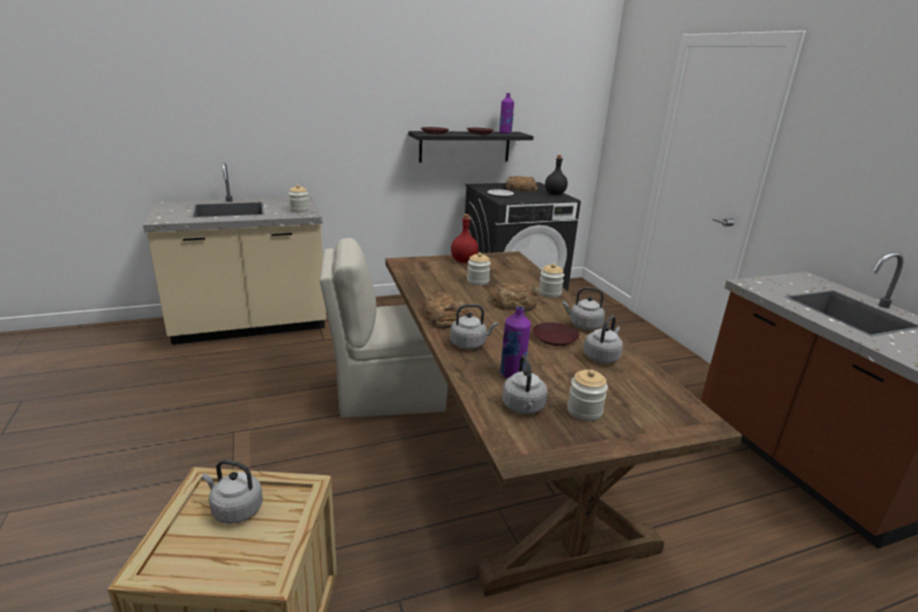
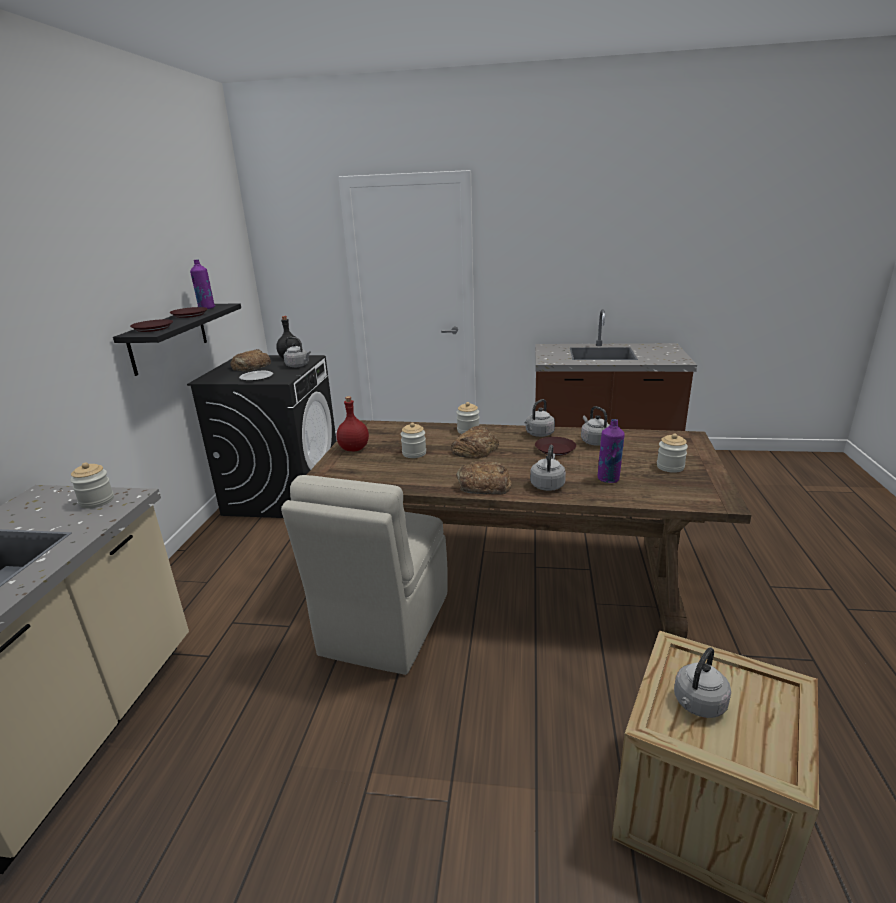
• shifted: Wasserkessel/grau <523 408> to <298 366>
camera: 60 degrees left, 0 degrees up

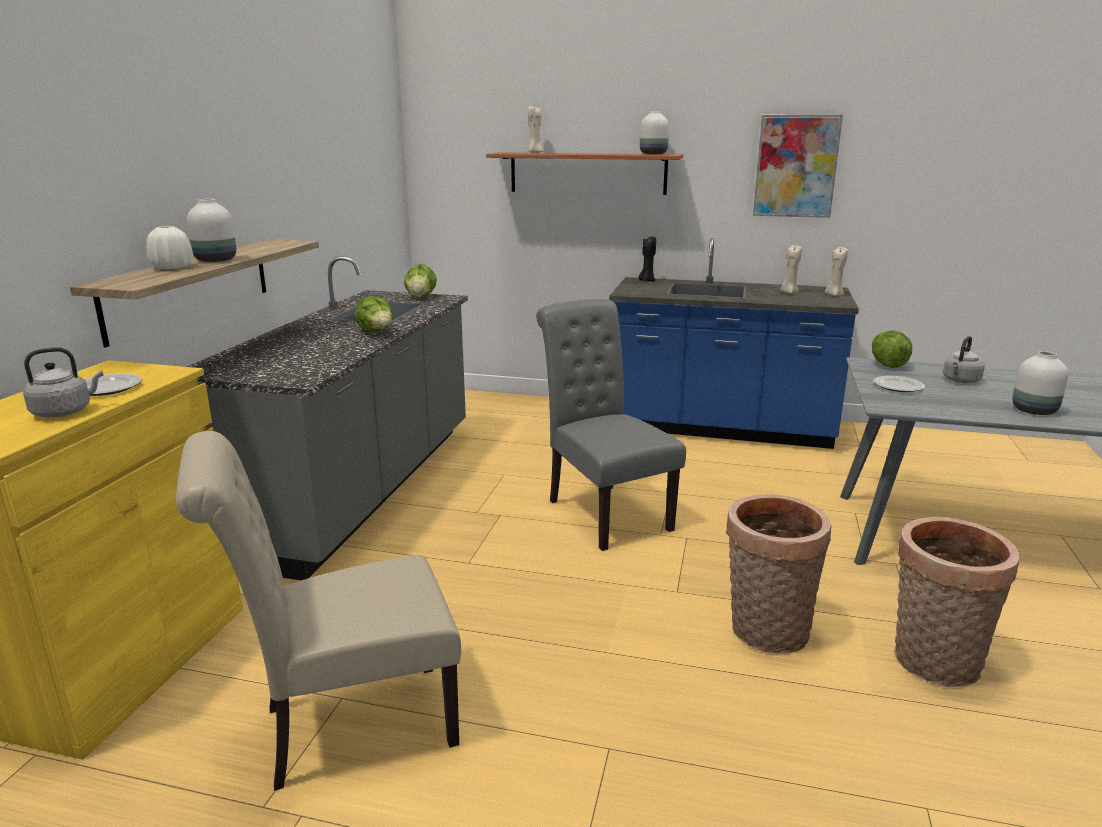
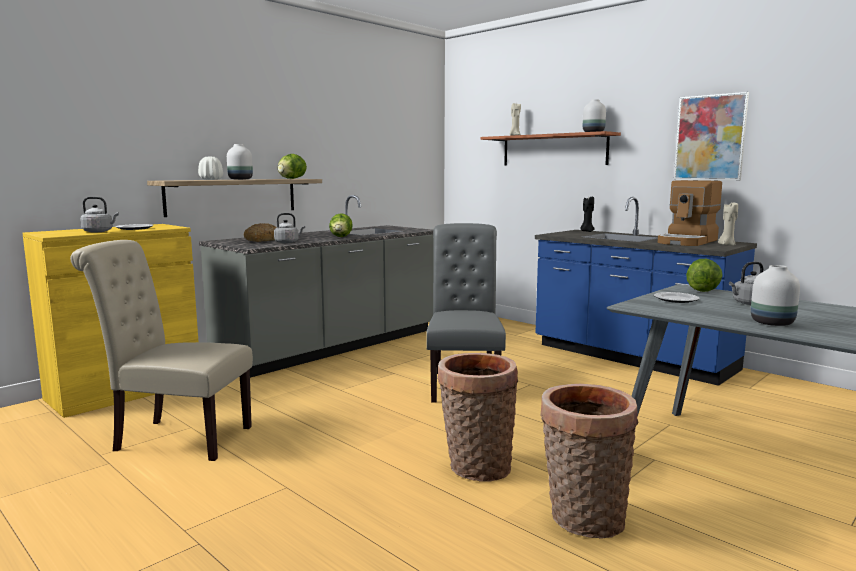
• swapped: Kerze/beige <789 292> to Kaffeemaschine <688 241>
• shifted: Salatkopf <421 297> to <291 178>
• new: Wasserkessel/grau <288 242>
• new: Brot <263 240>
camera: 30 degrees right, 10 degrees down

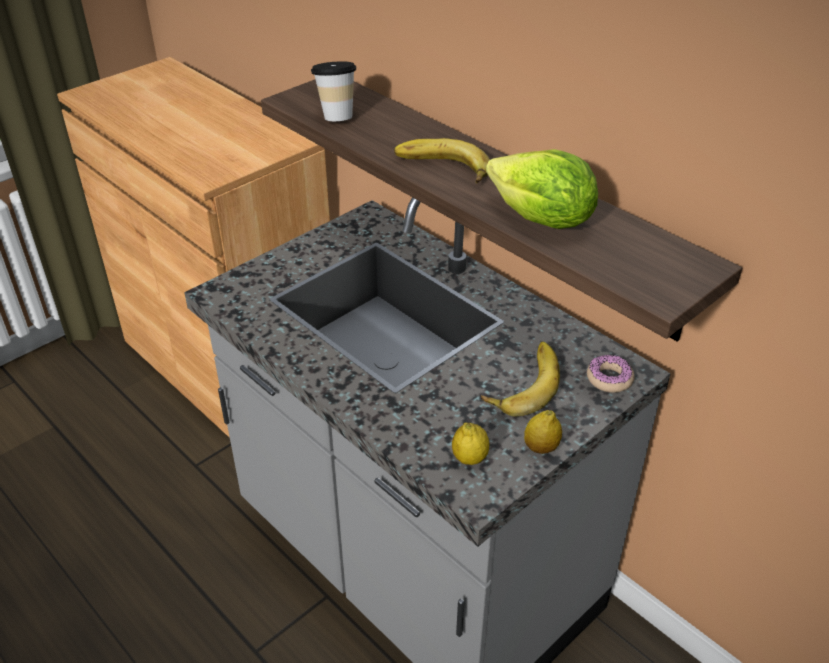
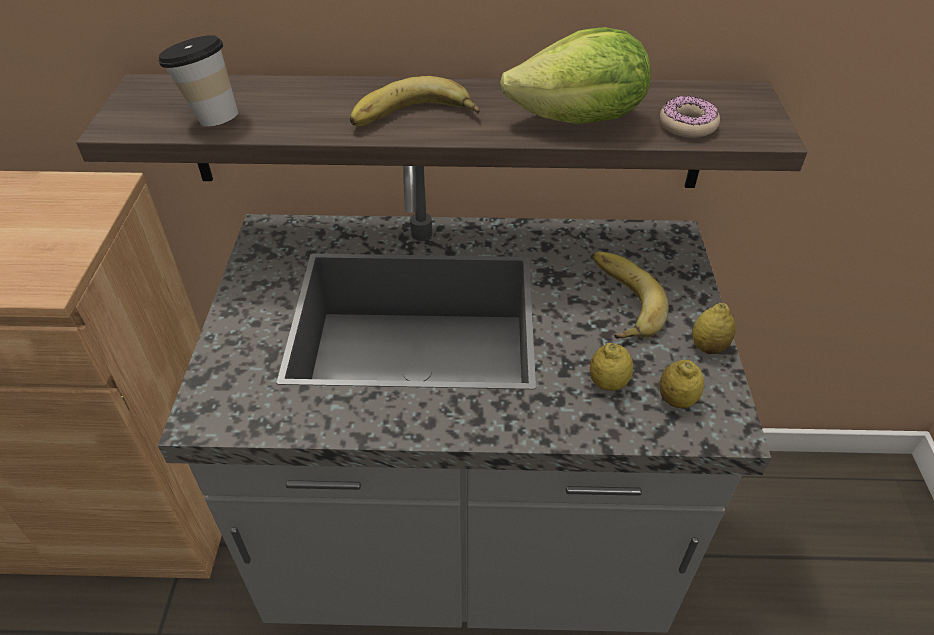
• shifted: Donut <609 379> to <687 125>
• new: Zitrone <608 383>
camera: 45 degrees left, 5 degrees up

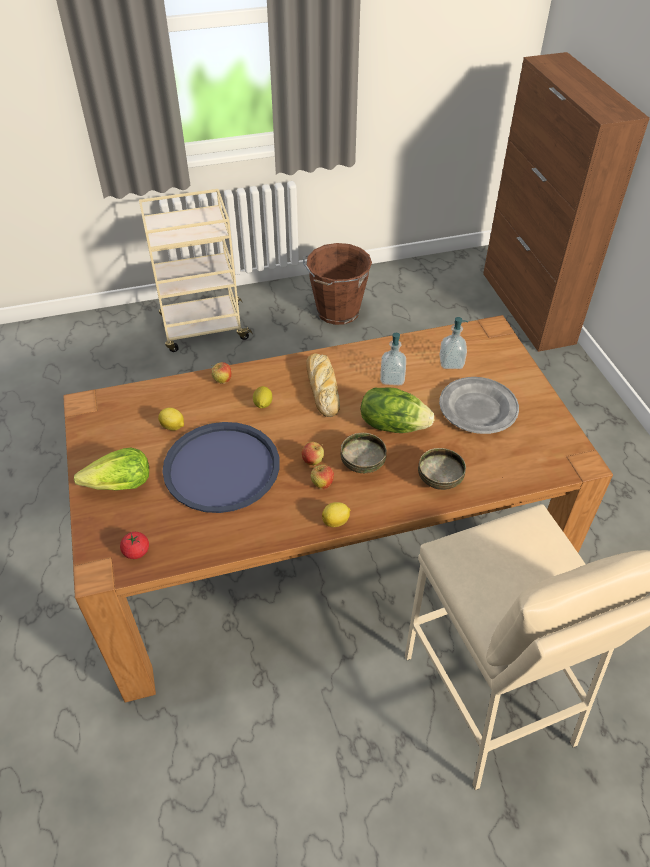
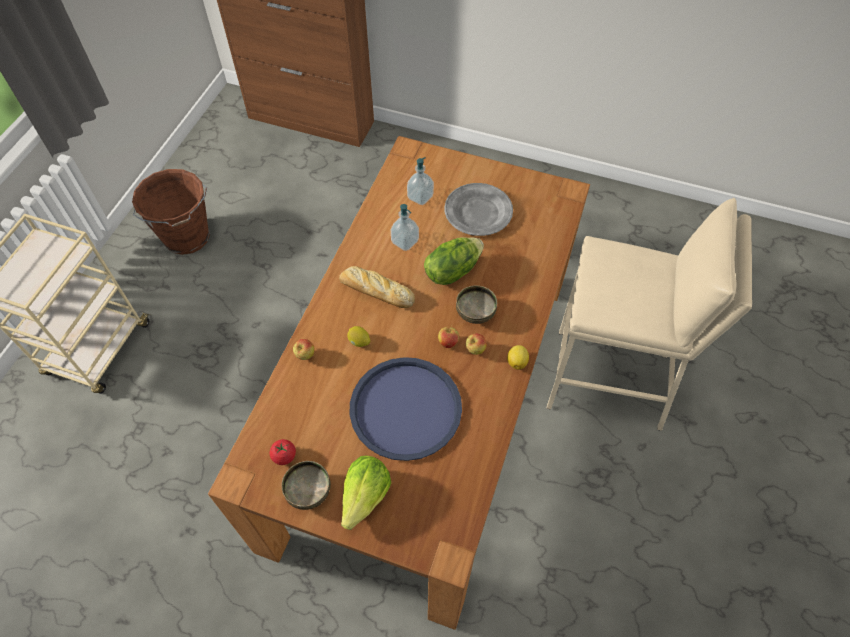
• gone: Zitrone <173 427>
• shifted: Schüssel <439 480> to <308 492>
• shifted: Tomate <136 551> to <284 456>
camera: 55 degrees left, 10 degrees up

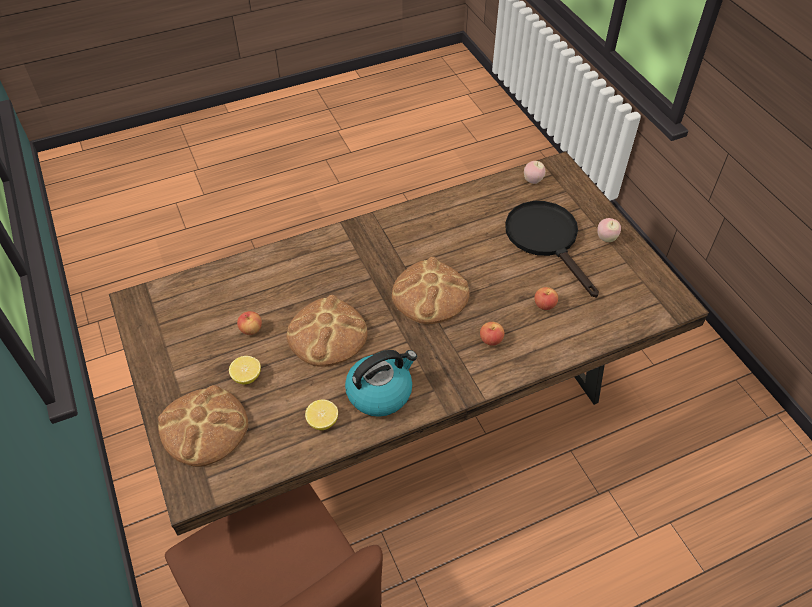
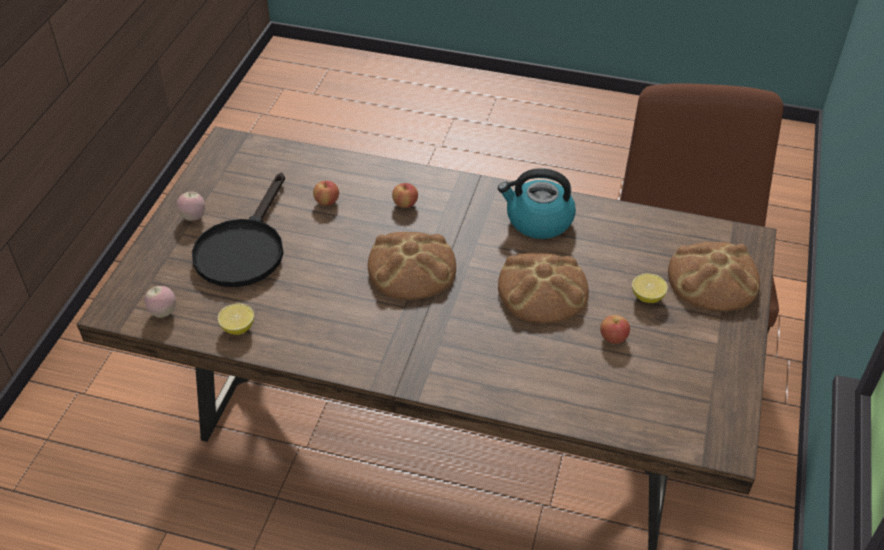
• shifted: Zitrone <322 421> to <238 328>
camera: 140 degrees left, 5 degrees down

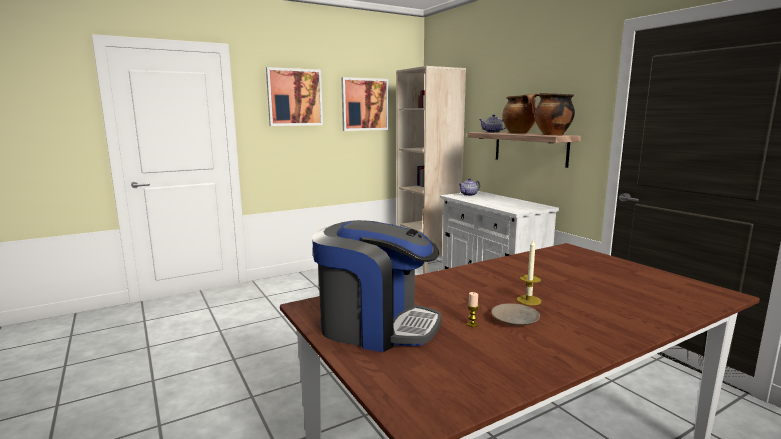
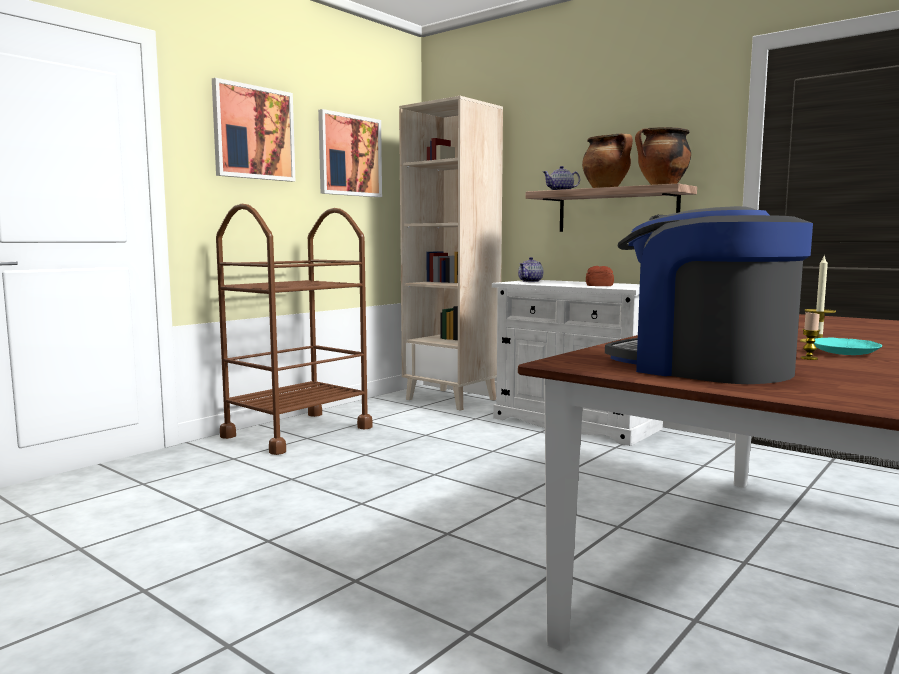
• rotated: Kaffeemaschine <376 326> = <703 367> 135 degrees counterclockwise
• repainted: Teller/beige <515 320> to Teller/türkis <845 353>
• new: Rollwagen/braun <297 432>
• new: Brot <599 285>
camera: 20 degrees left, 5 degrees down

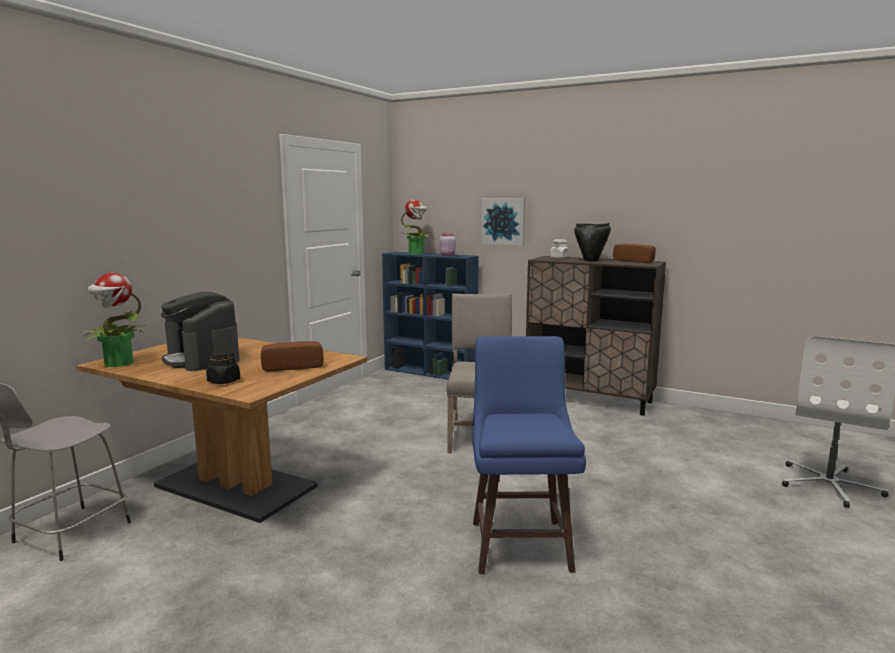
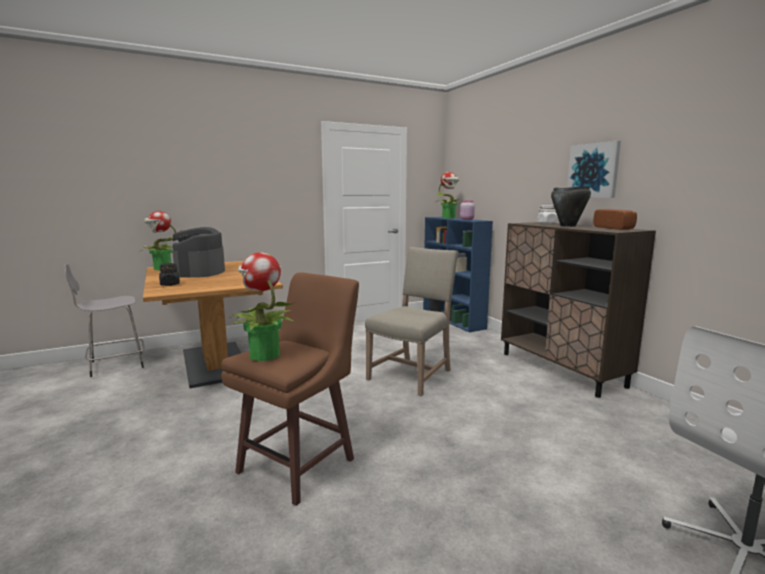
• shifted: Bild <503 221> to <593 170>
• repainted: Hocker/blau <521 543> to Hocker/braun <299 464>
• gone: Brot <292 366>
• new: Topfpflanze <263 355>
camera: 35 degrees right, 0 degrees up

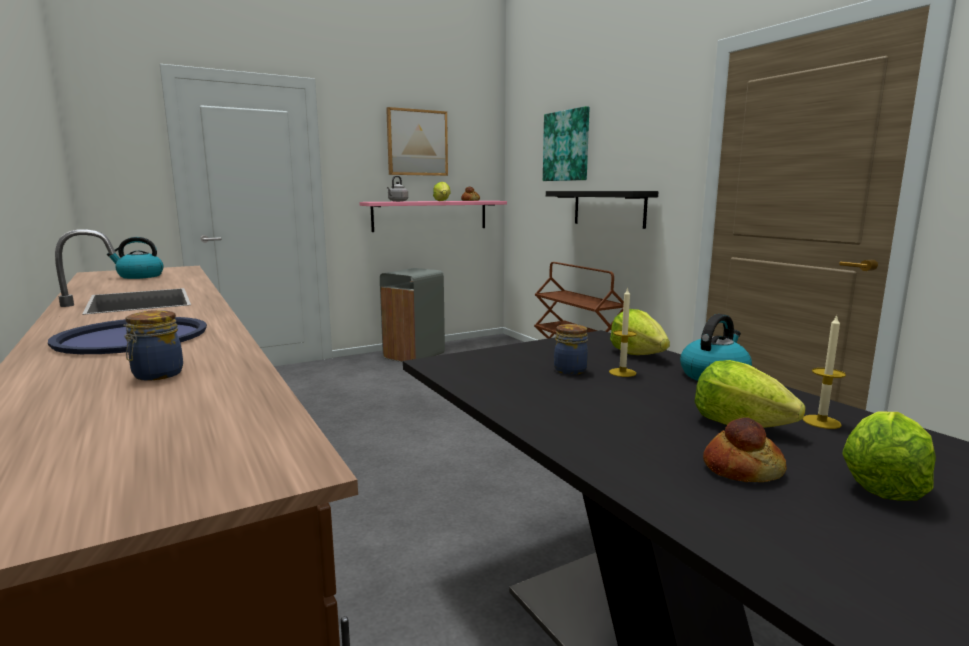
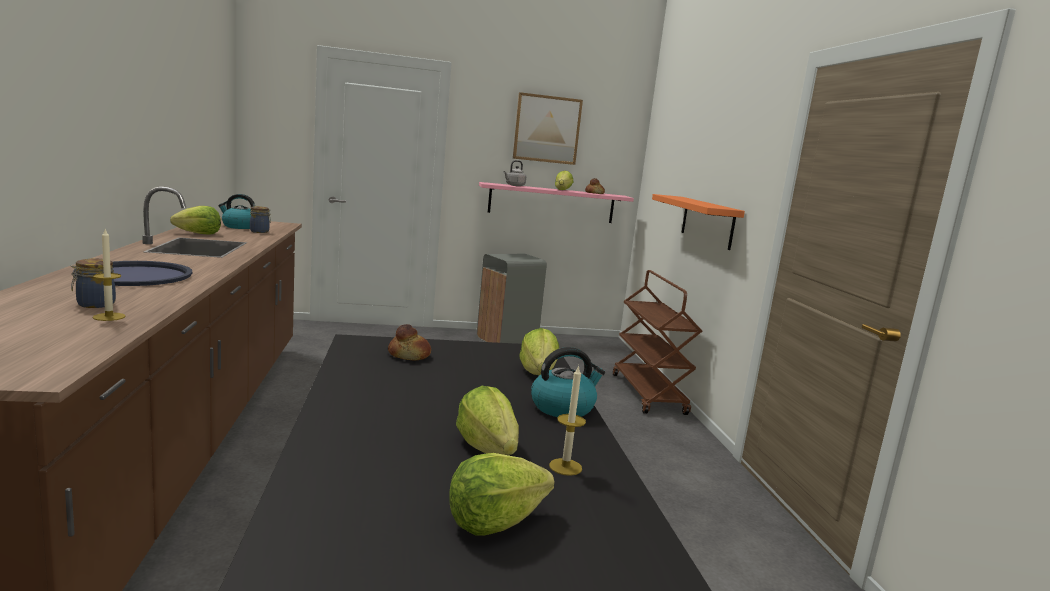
• gone: Bild <566 146>
• repainted: Wandregal/schwarz <608 208> to Wandregal/orange <707 222>
• shifted: Kerze <622 372> to <109 317>
• shifted: Vorratsglas <570 370> to <260 231>
• shifted: Brot <742 469> to <409 355>
• new: Salatkopf <199 234>
camera: 20 degrees right, 0 degrees up

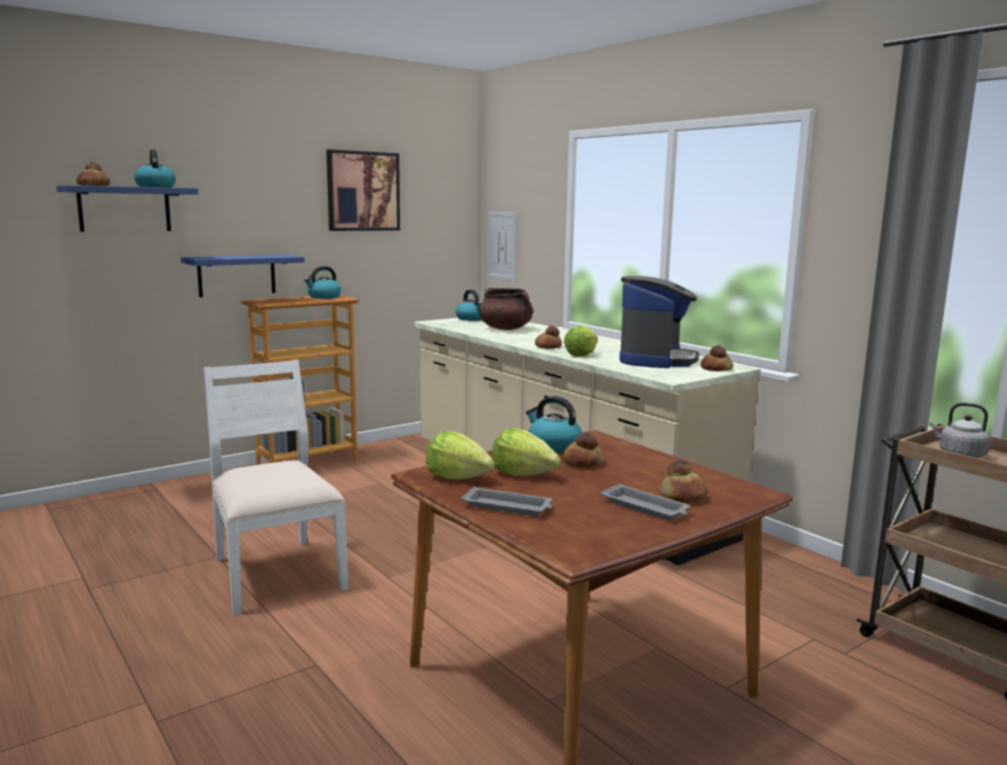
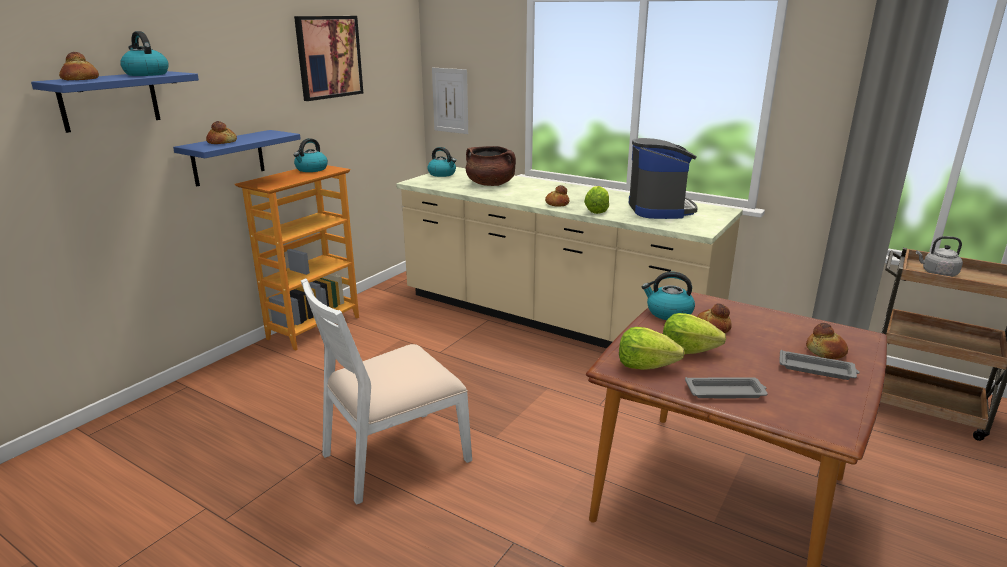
• shifted: Brot <715 369> to <222 142>
• rotated: Stuhl/weiß <276 573> = <394 456> 75 degrees counterclockwise
camera: 20 degrees left, 10 degrees up

